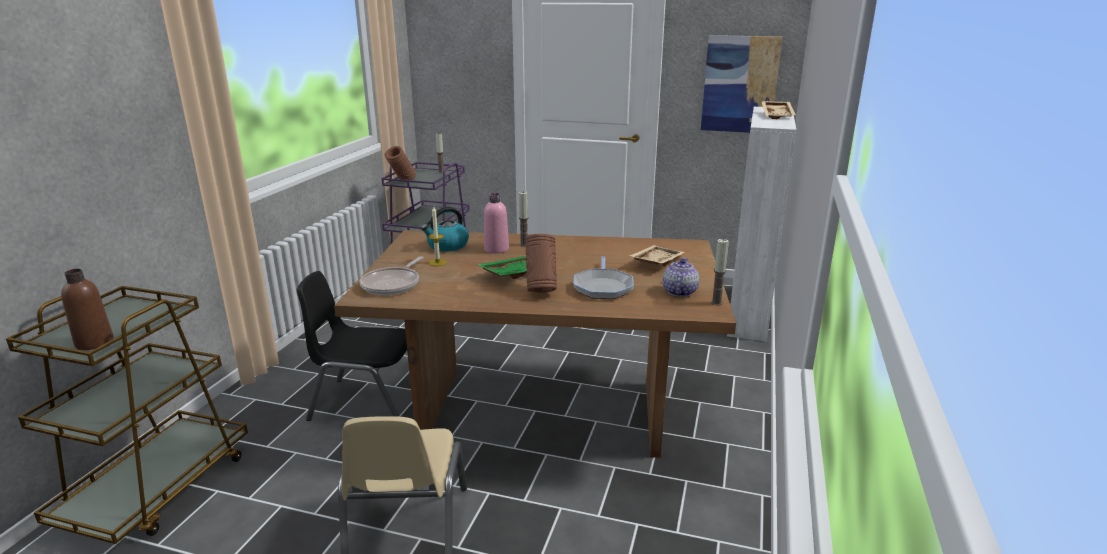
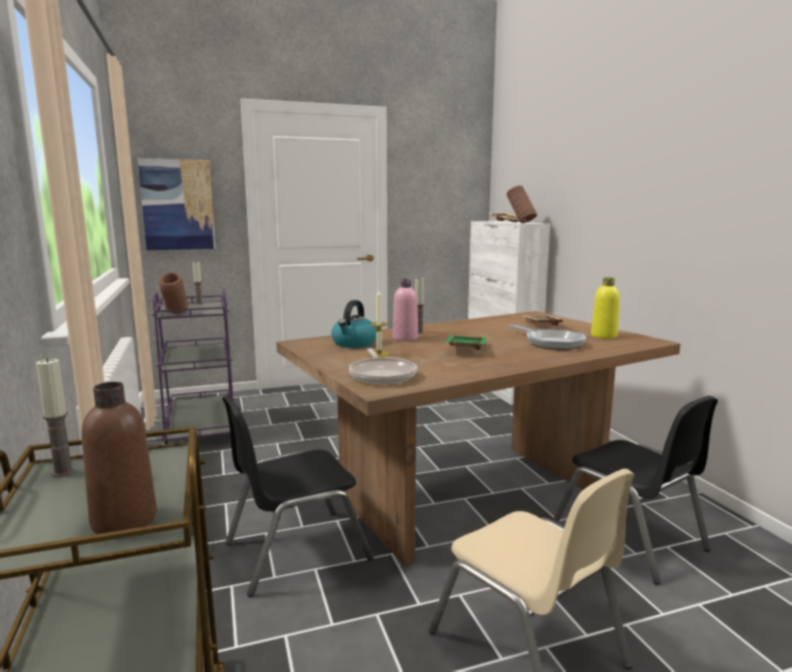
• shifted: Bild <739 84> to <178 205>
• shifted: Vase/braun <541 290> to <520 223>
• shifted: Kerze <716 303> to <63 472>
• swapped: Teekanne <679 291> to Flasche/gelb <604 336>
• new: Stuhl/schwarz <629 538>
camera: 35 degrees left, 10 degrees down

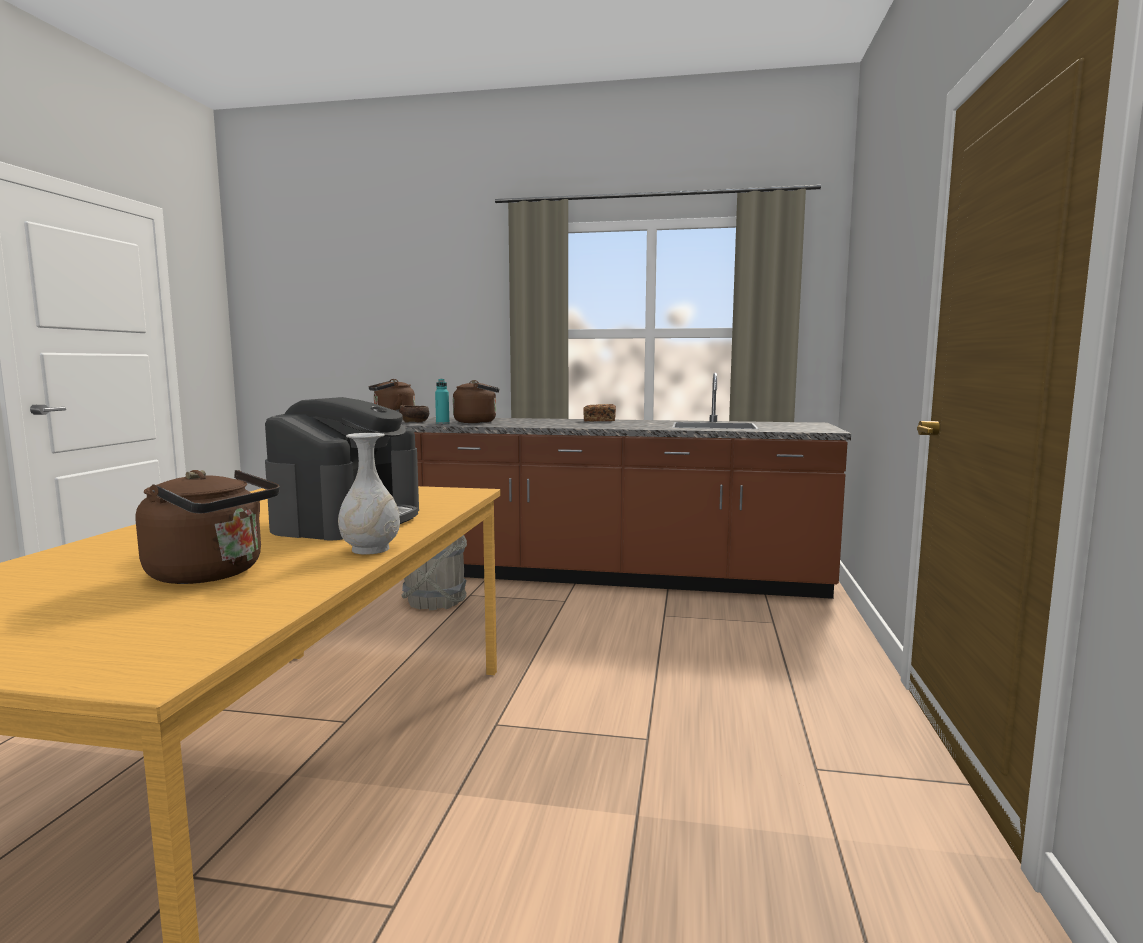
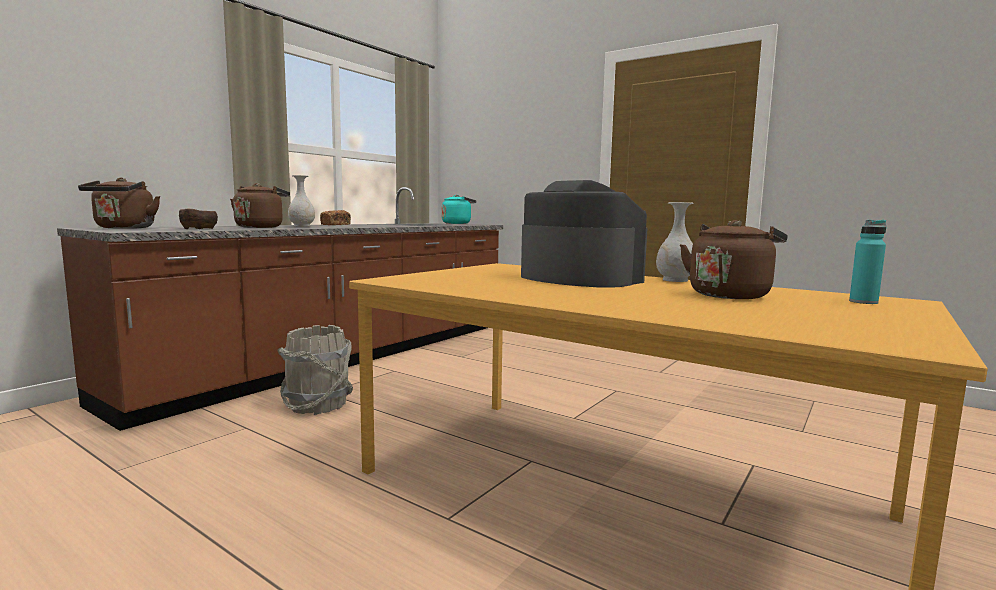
• shifted: Flasche/türkis <442 423> to <863 302>
• new: Vase/weiß <302 226>
• new: Wasserkessel/türkis <458 223>
camera: 65 degrees left, 0 degrees up

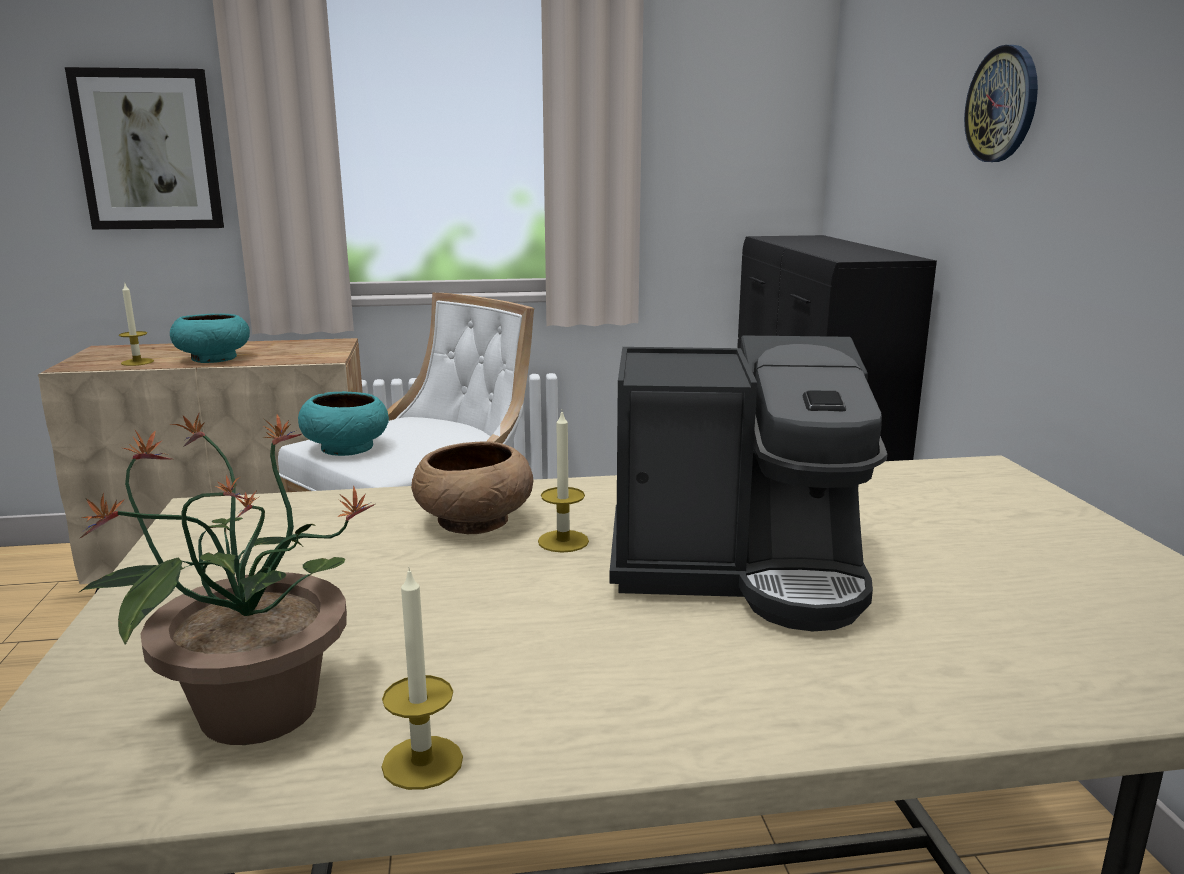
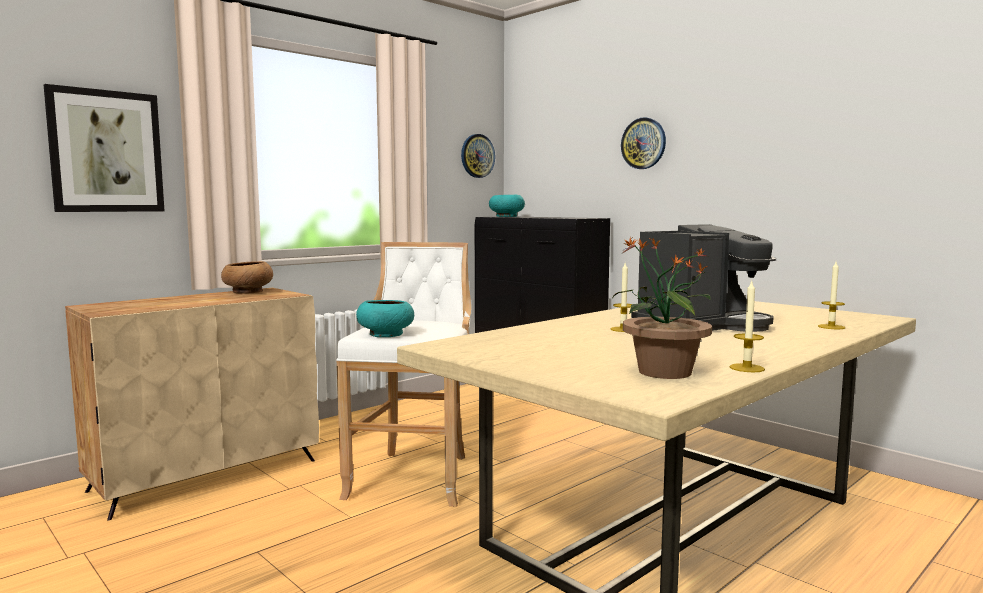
• shifted: Kerze <137 362> to <831 327>
• shifted: Schüssel/türkis <213 358> to <506 216>
• shifted: Schüssel/braun <473 522> to <248 292>
• new: Wanduhr <477 156>
camera: 35 degrees left, 10 degrees down

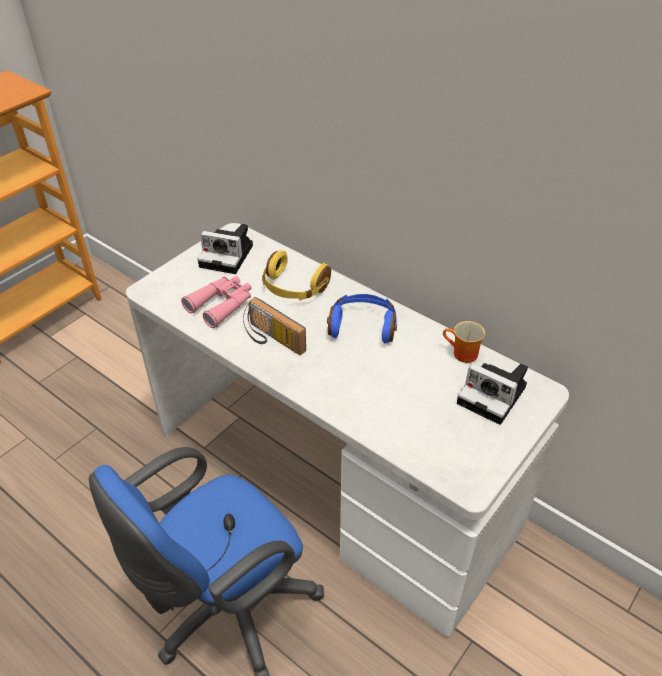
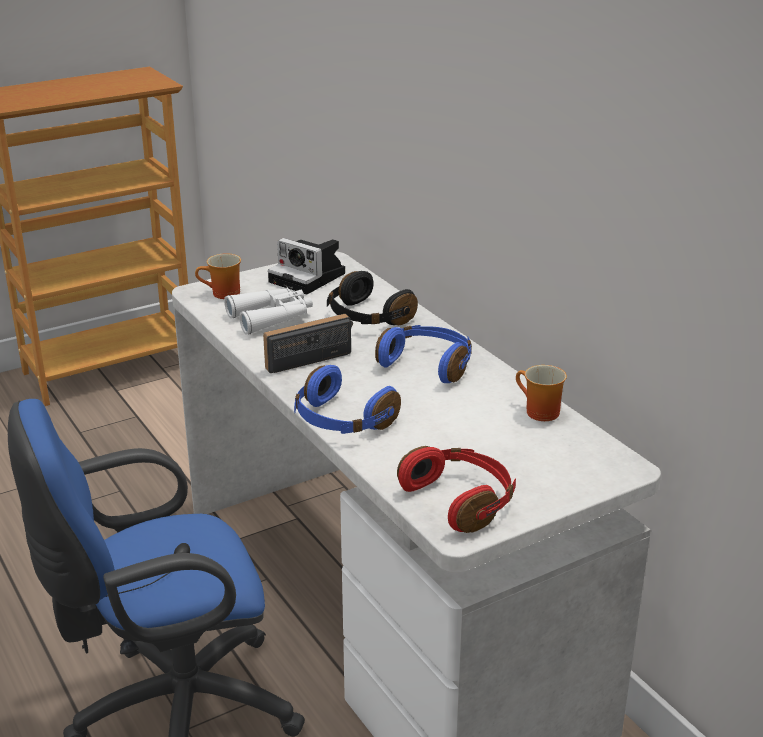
• repainted: Kopfhörer/gelb <293 288> to Kopfhörer/schwarz <367 317>
• repainted: Fernglas/rosa <222 305> to Fernglas/weiß <272 317>
• rotated: Radio <271 339> = <308 356> 90 degrees clockwise
• gone: Kamera <494 396>
• new: Henkelbecher <222 294>
• new: Kopfhörer/blau <341 421>
• new: Kopfhörer/rot <460 500>
camera: 20 degrees right, 15 degrees down

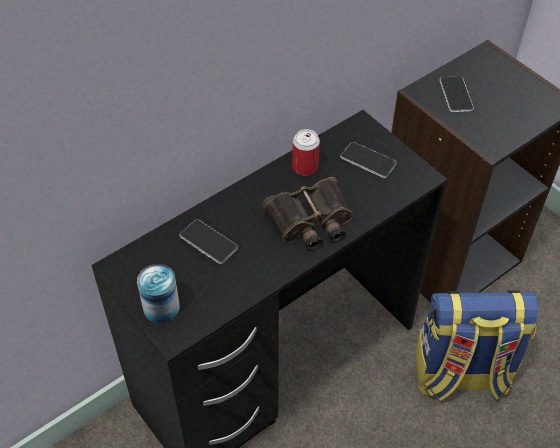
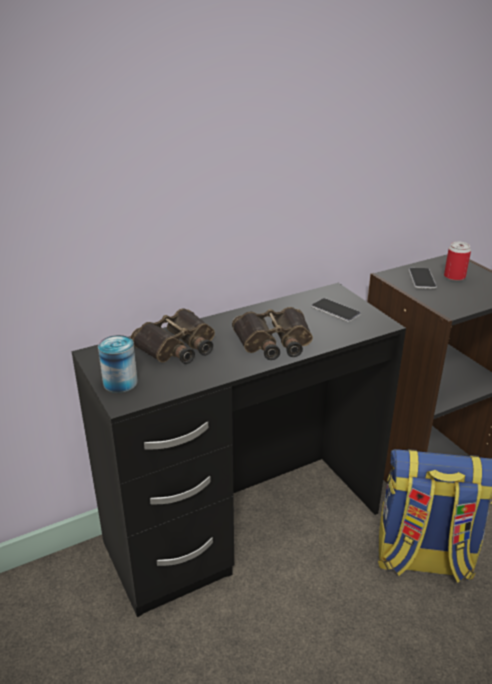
• shifted: Dose <305 167> to <454 277>
• swapped: Handy <208 242> to Fernglas <178 346>
camera: 10 degrees right, 20 degrees down

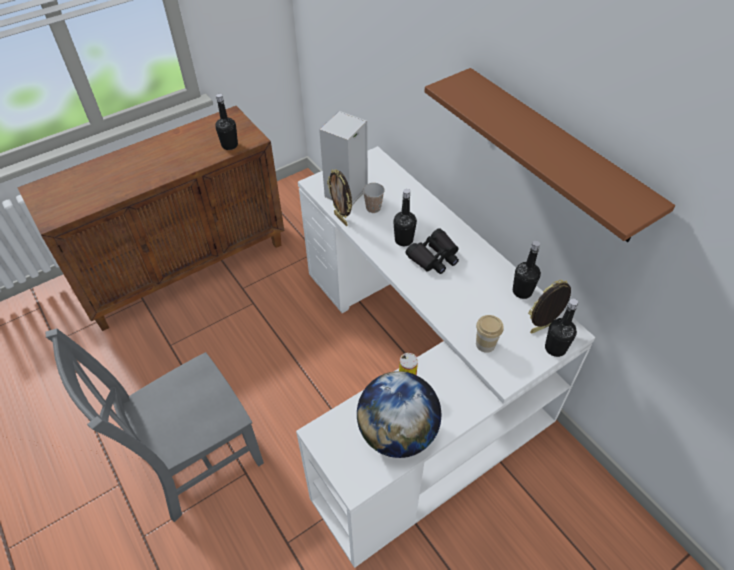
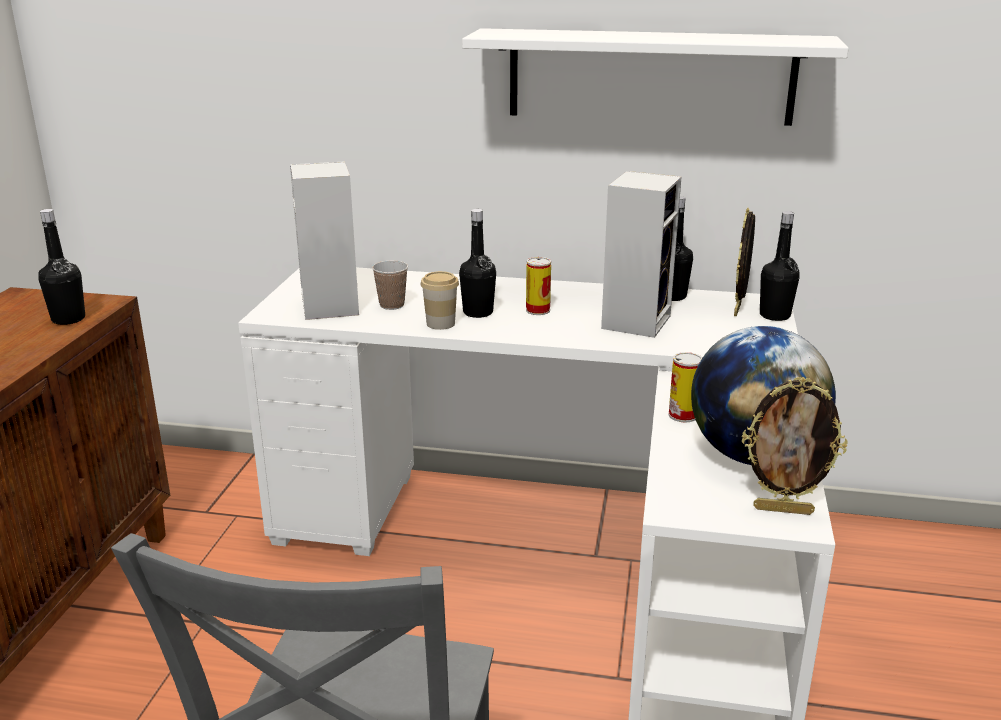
• repainted: Wandregal/braun <553 155> to Wandregal/weiß <650 76>
• shifted: Bilderrahmen <341 219> to <783 509>
• swapped: Fernglas/schwarz <434 257> to Dose <538 310>
• shifted: Tasse <485 344> to <440 324>
• new: Lautsprecher <635 321>
camera: 45 degrees left, 25 degrees down

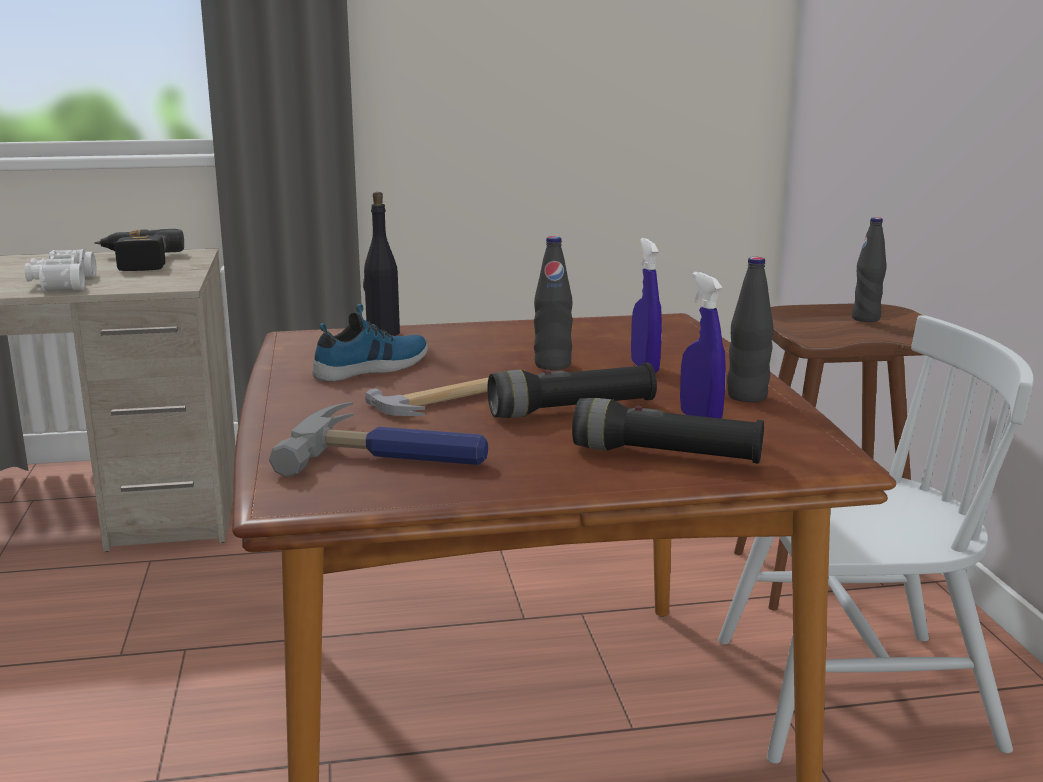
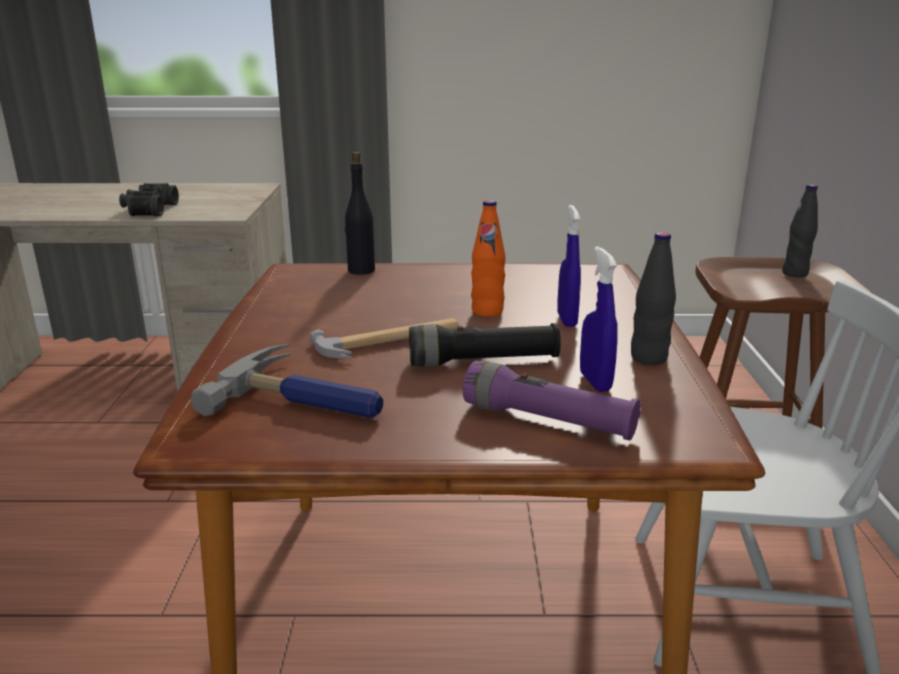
• gone: Bohrmaschine <135 262>
• repainted: Flasche/schwarz <552 365> to Flasche/orange <487 311>
• repainted: Fernglas/weiß <61 284> to Fernglas/schwarz <148 210>
• gone: Schuh <373 367>
• repainted: Taschenlampe/schwarz <666 455> to Taschenlampe/lila <548 421>
camera: 10 degrees right, 5 degrees up

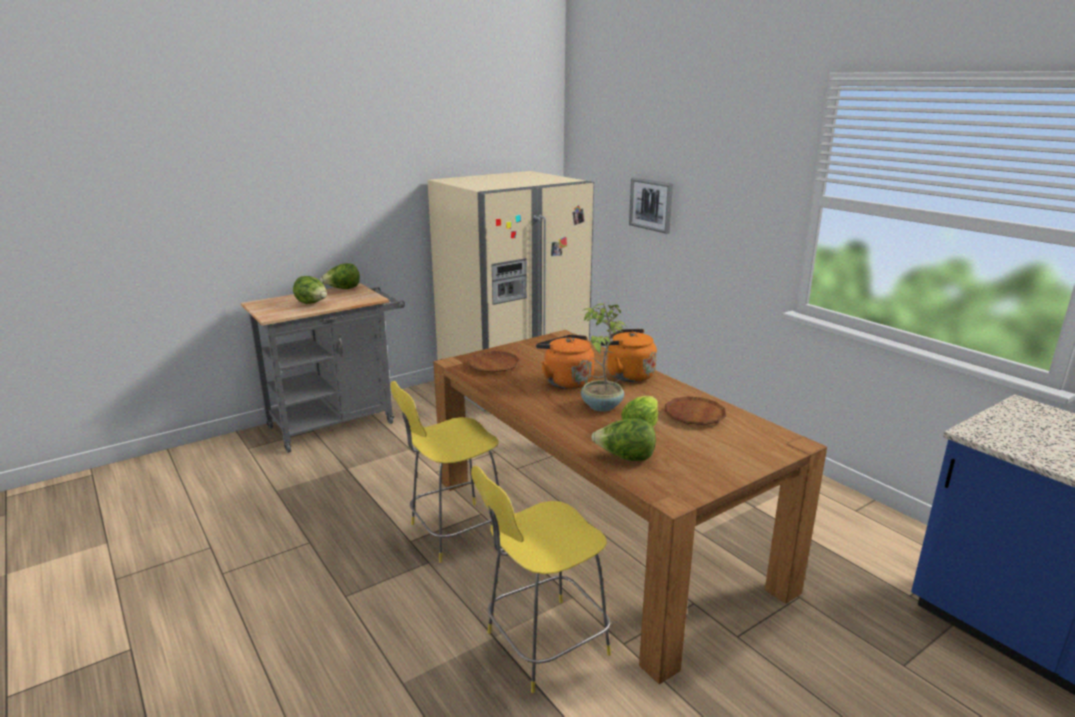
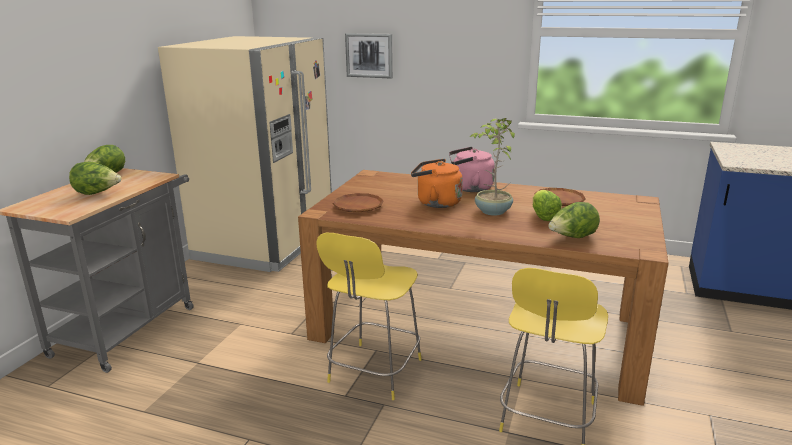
• repainted: Wasserkessel/orange <627 375> to Wasserkessel/rosa <469 188>
camera: 35 degrees left, 0 degrees up

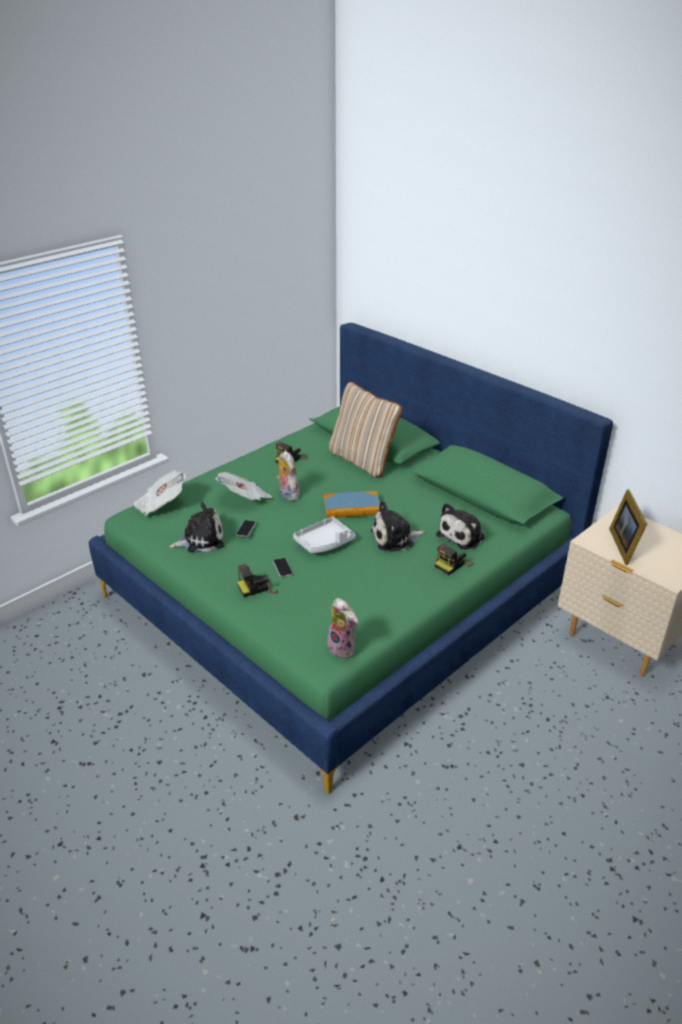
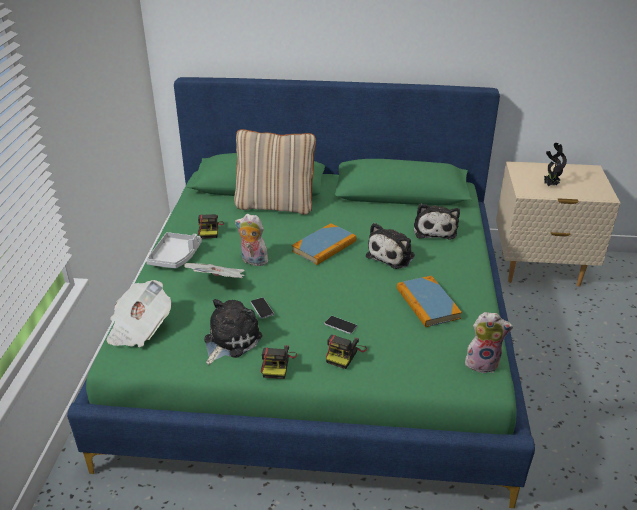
• swapped: Bilderrahmen <625 545> to Topfpflanze <550 185>
• shifted: Tablett/grau <324 542> to <176 257>
• shifted: Kamera <453 564> to <277 364>
• new: Buch <427 303>
camera: 40 degrees left, 0 degrees up

